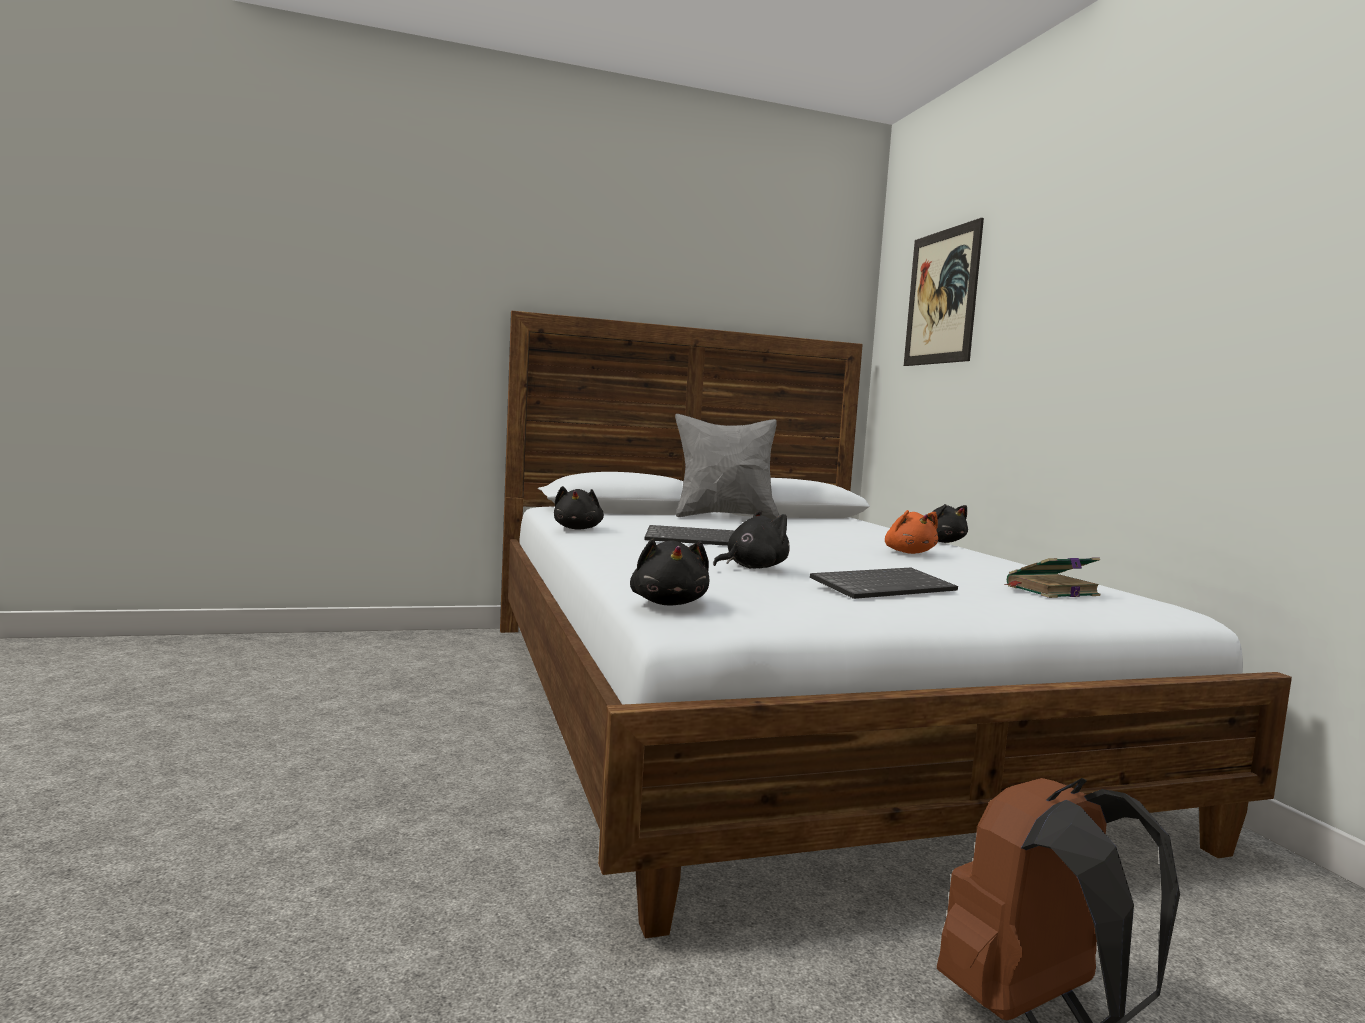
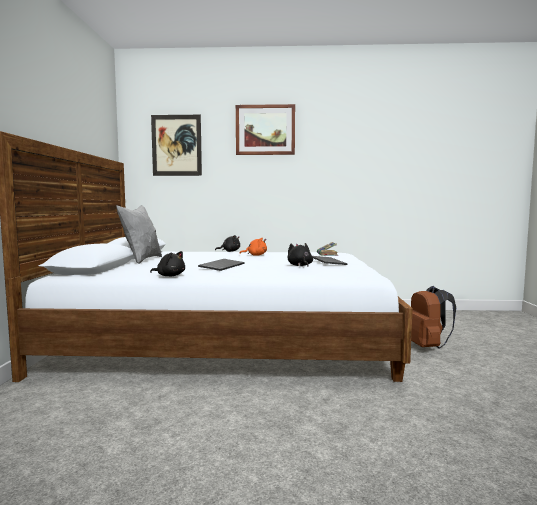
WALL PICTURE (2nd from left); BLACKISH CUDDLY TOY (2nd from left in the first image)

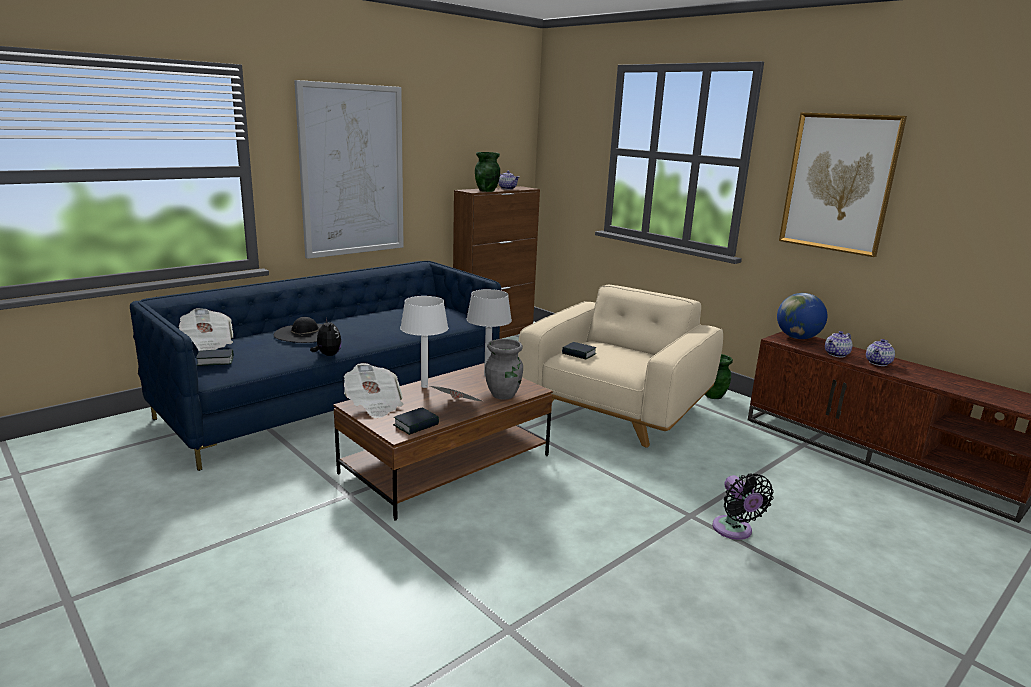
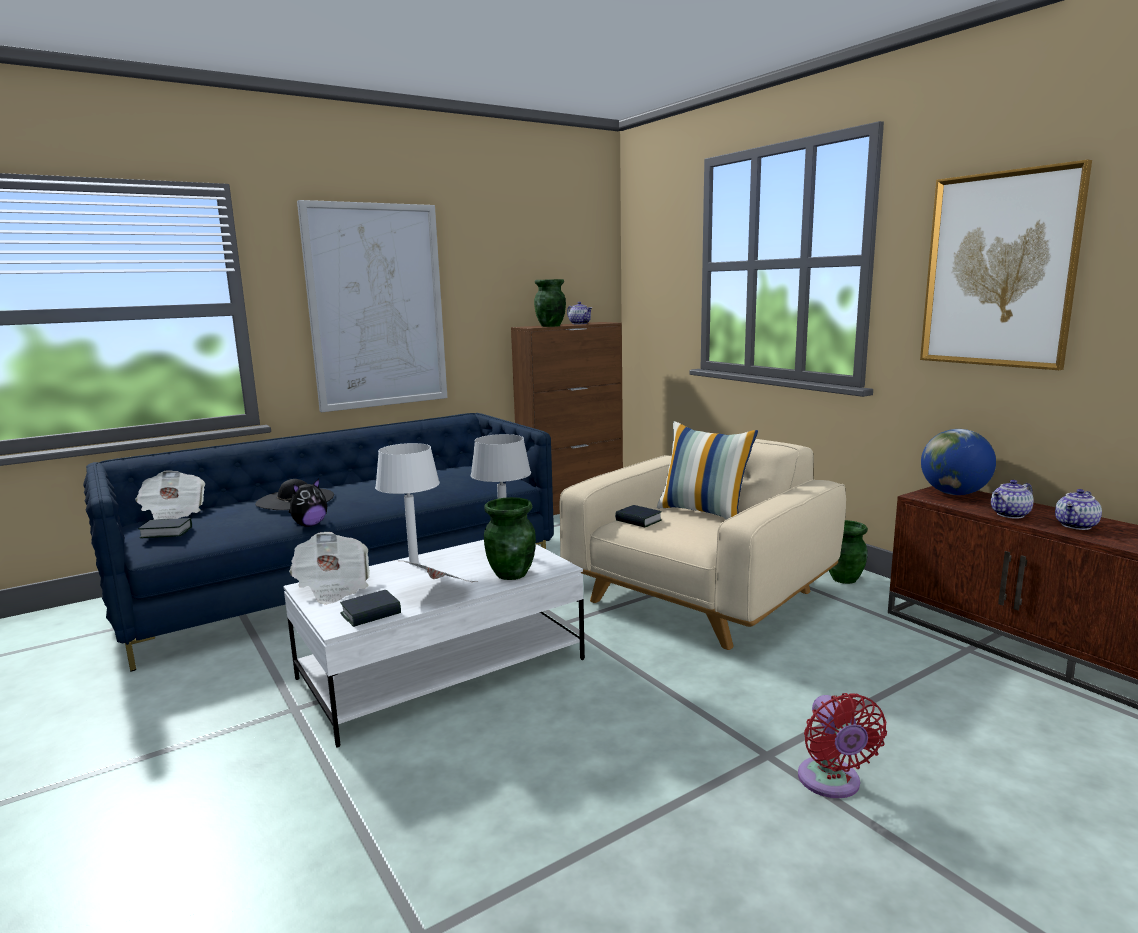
WHITE-COLOURED LOW TABLE; CUDDLY TOY; GREENISH VASE (1st from left); THROW PILLOW; REDDISH FAN

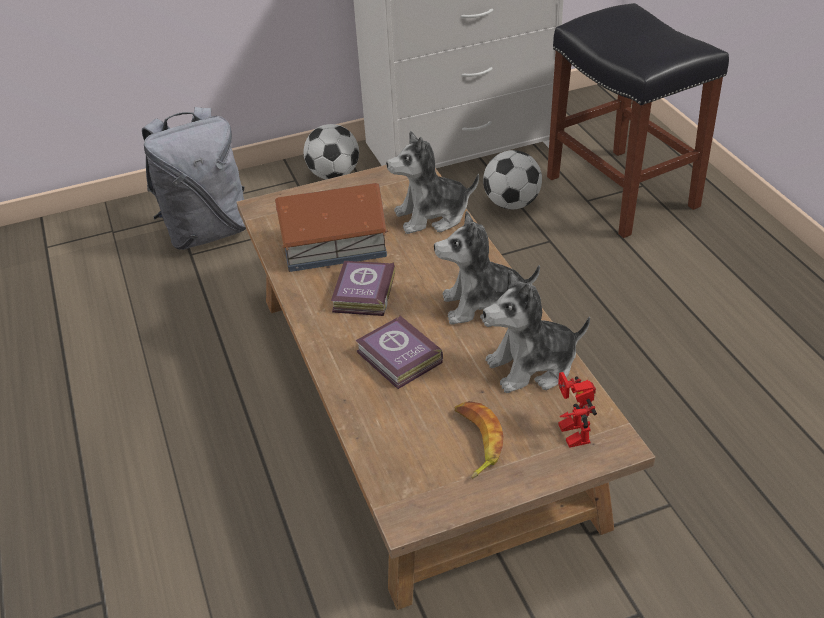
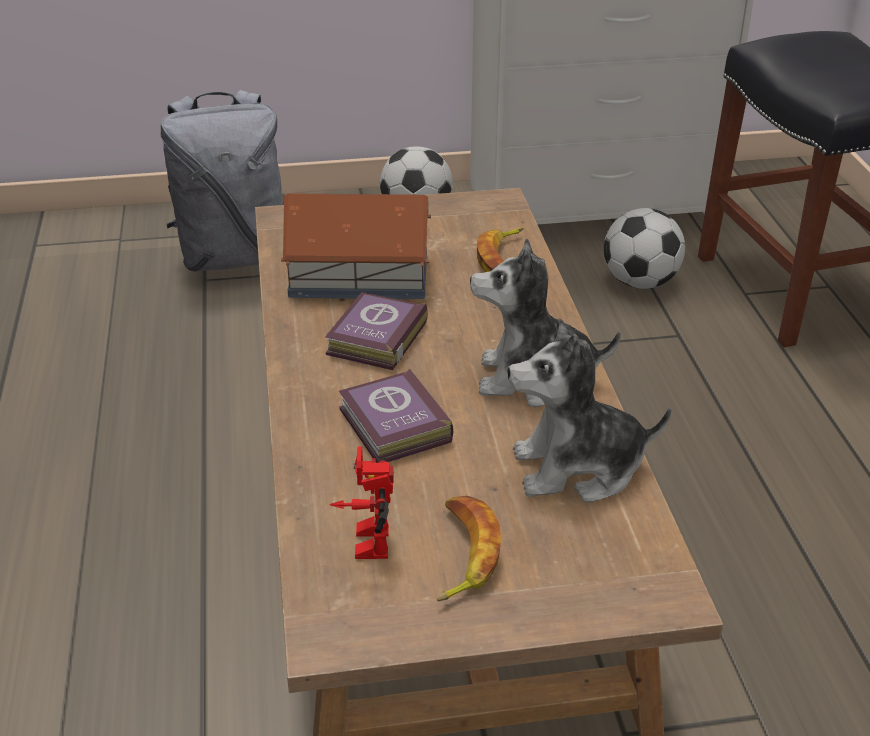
TOY ROBOT; BANANA FRUIT (2nd from left)

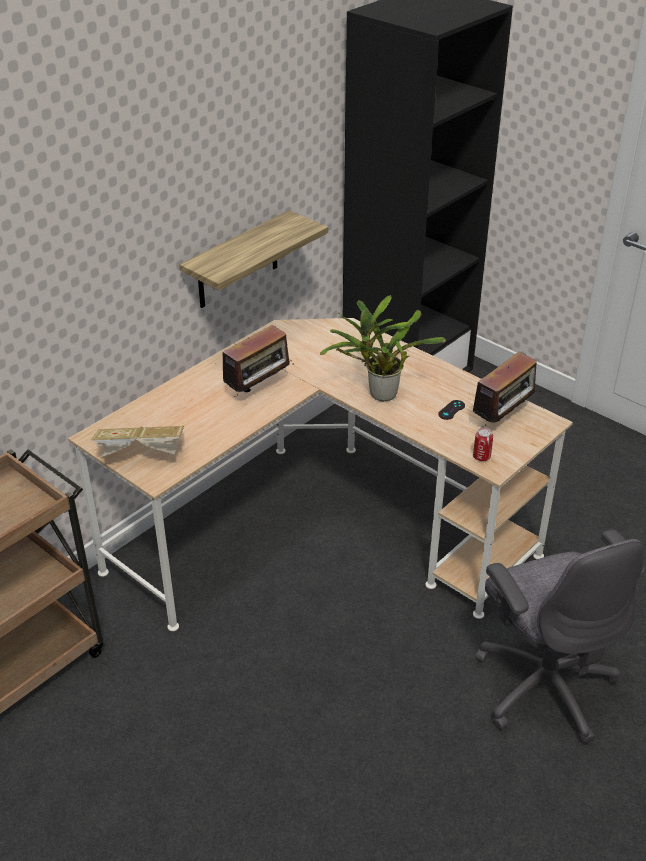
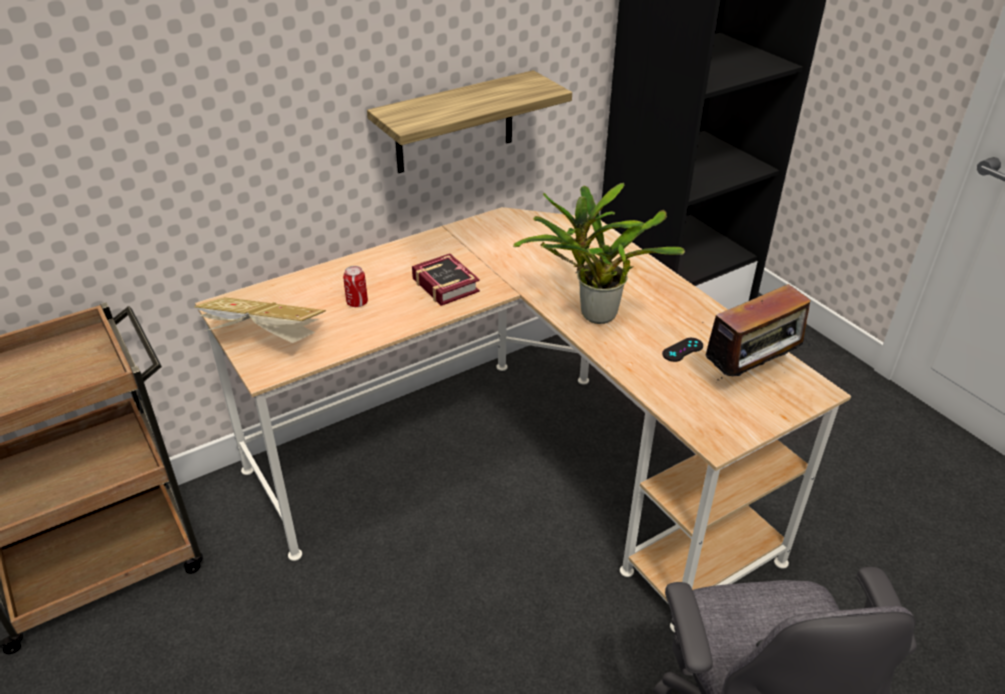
SEALED CAN; BOUND BOOK (2nd from left)

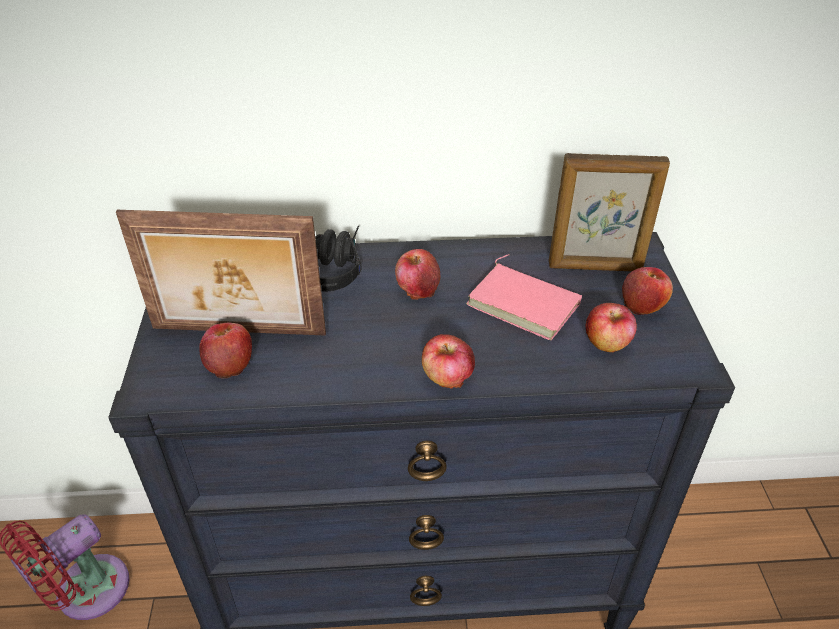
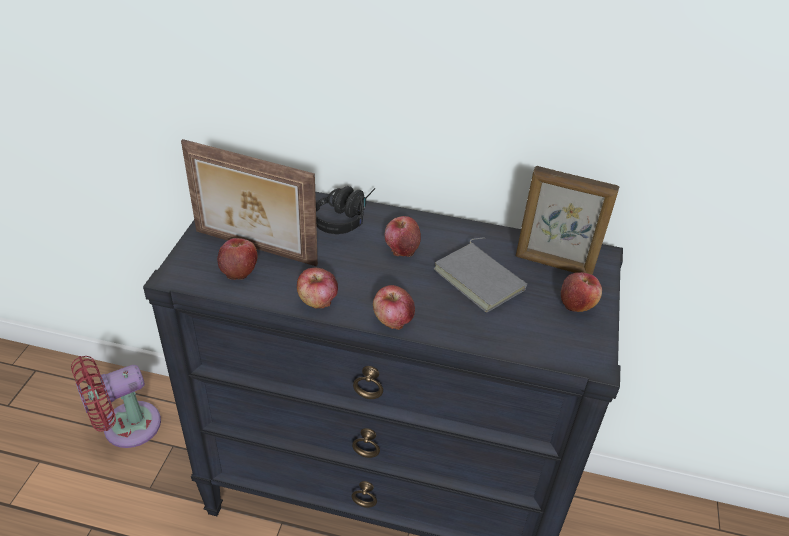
APPLE FRUIT (2nd from left); GRAY BOUND BOOK

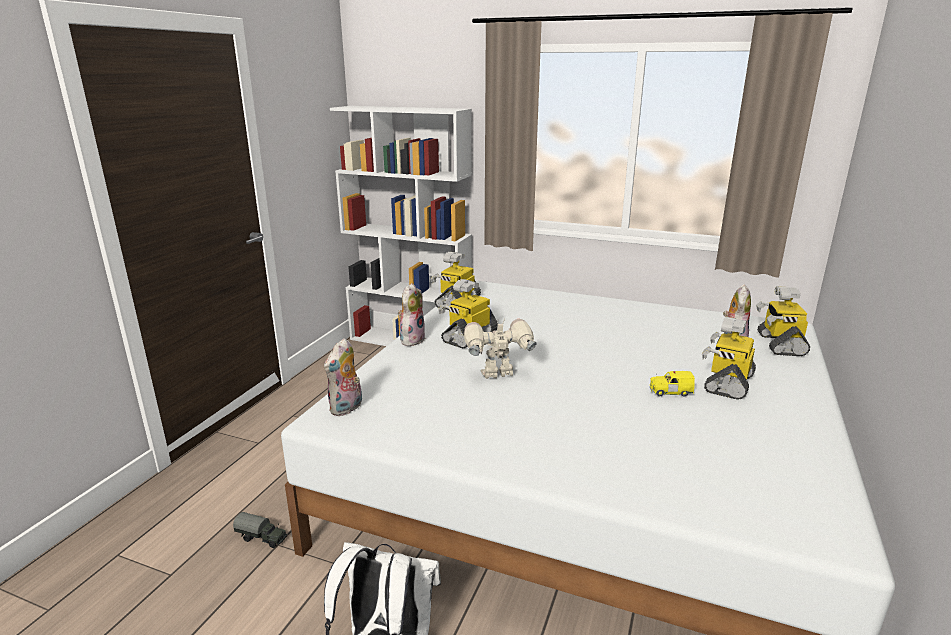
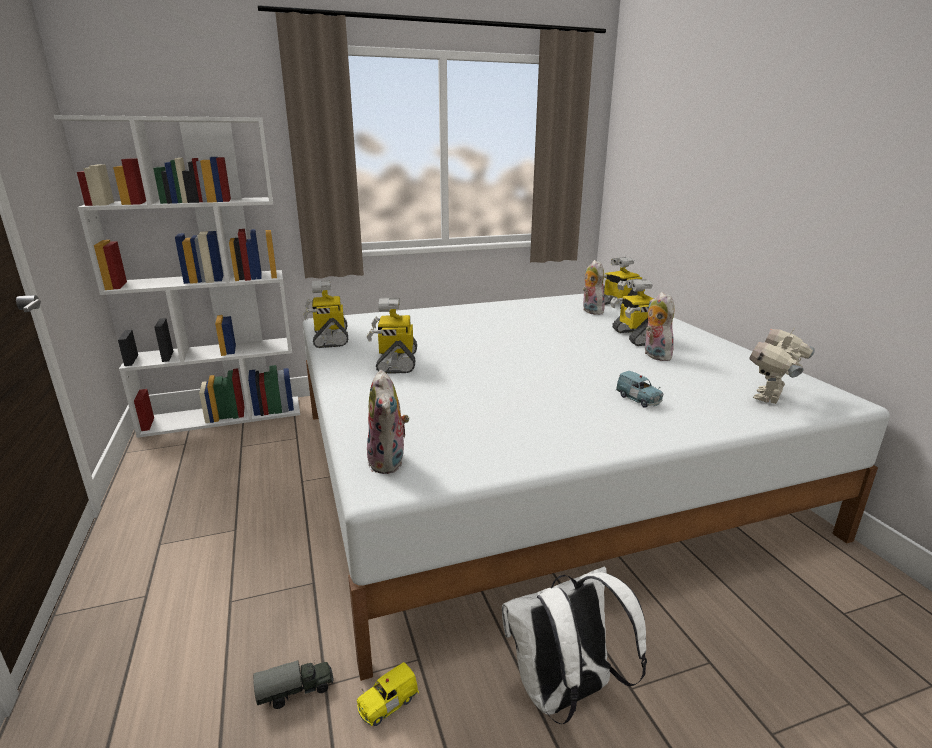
YELLOW-COLOURED MINIATURE CAR; BLUE-COLOURED MINIATURE CAR; CUDDLY TOY (3rd from left); TOY ROBOT (5th from left)

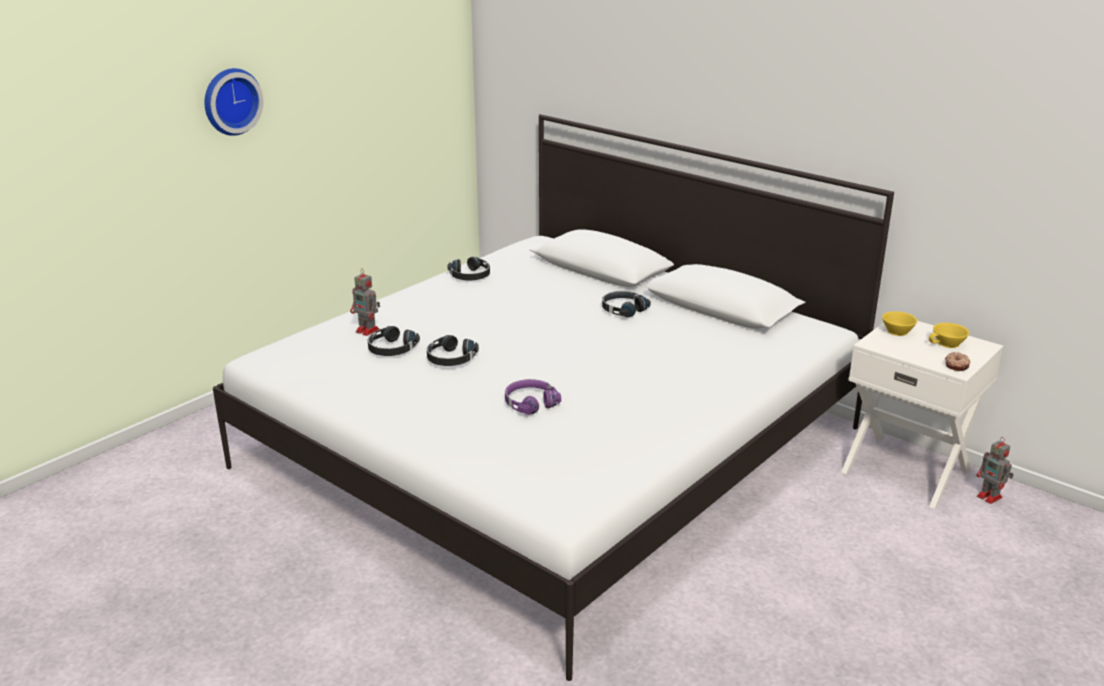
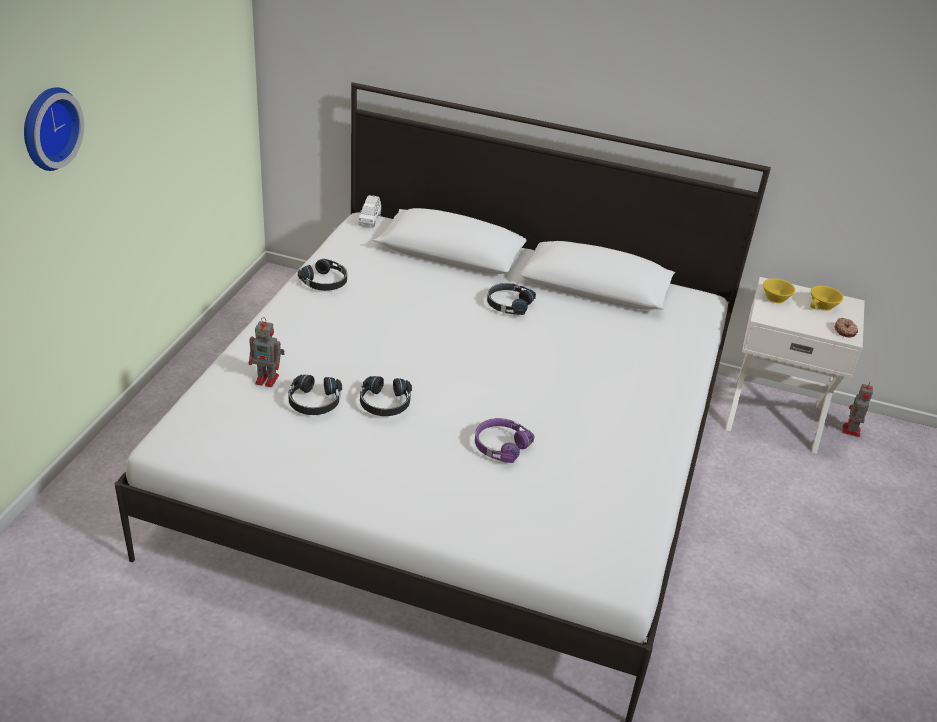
WHITE-COLOURED MINIATURE CAR; TOY ROBOT (2nd from left)

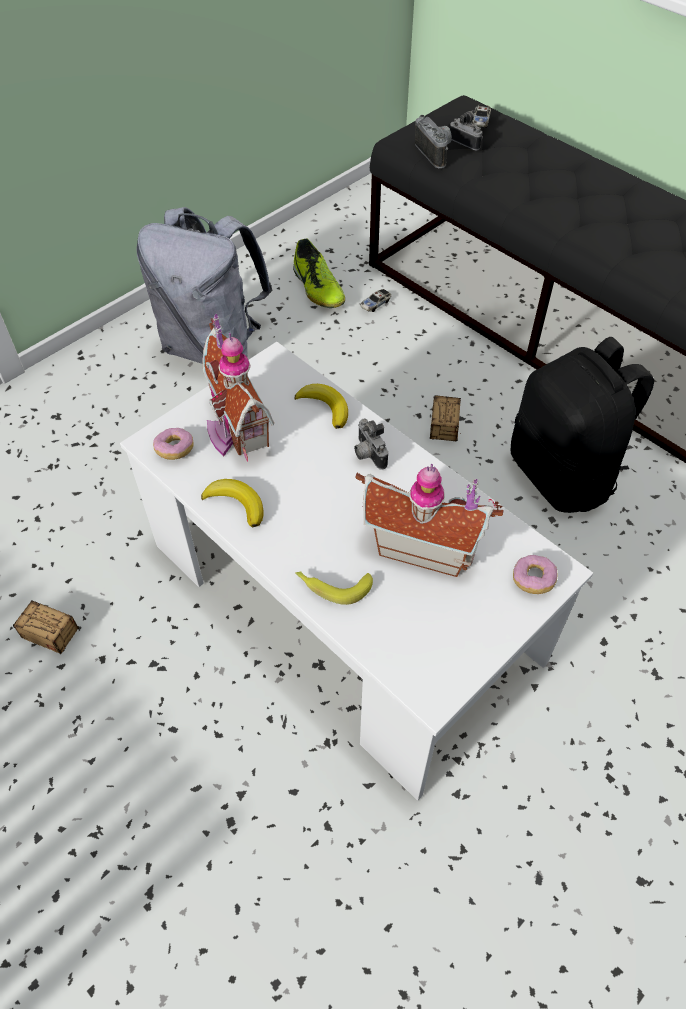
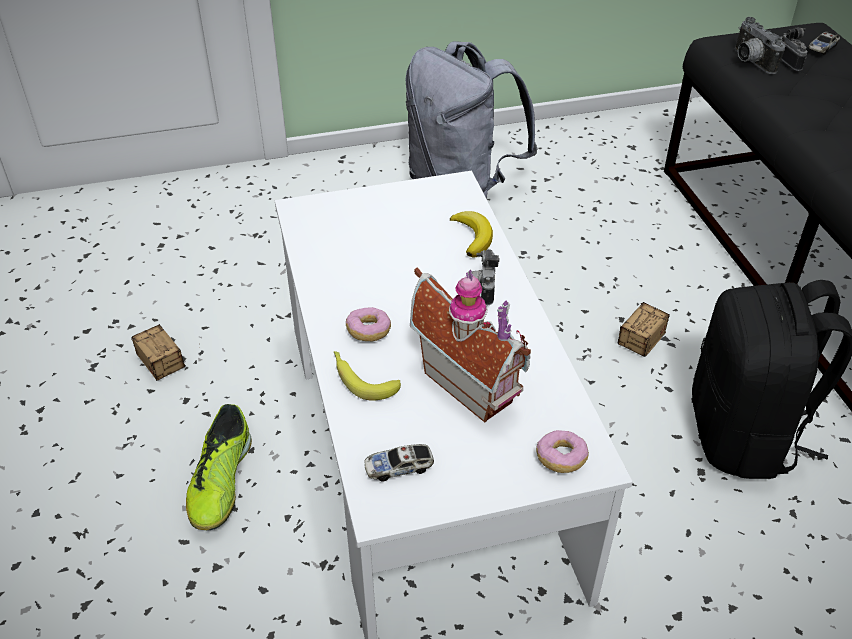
ITEM OF FOOTWEAR; DONUT (1st from left); MINIATURE CAR (1st from left); PHOTO CAMERA (2nd from left); BANANA FRUIT (1st from left in the first image); MINIATURE HOUSE (1st from left in the first image)

